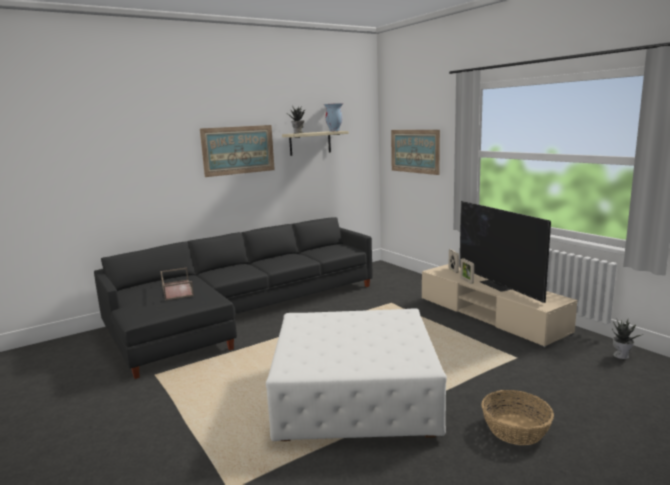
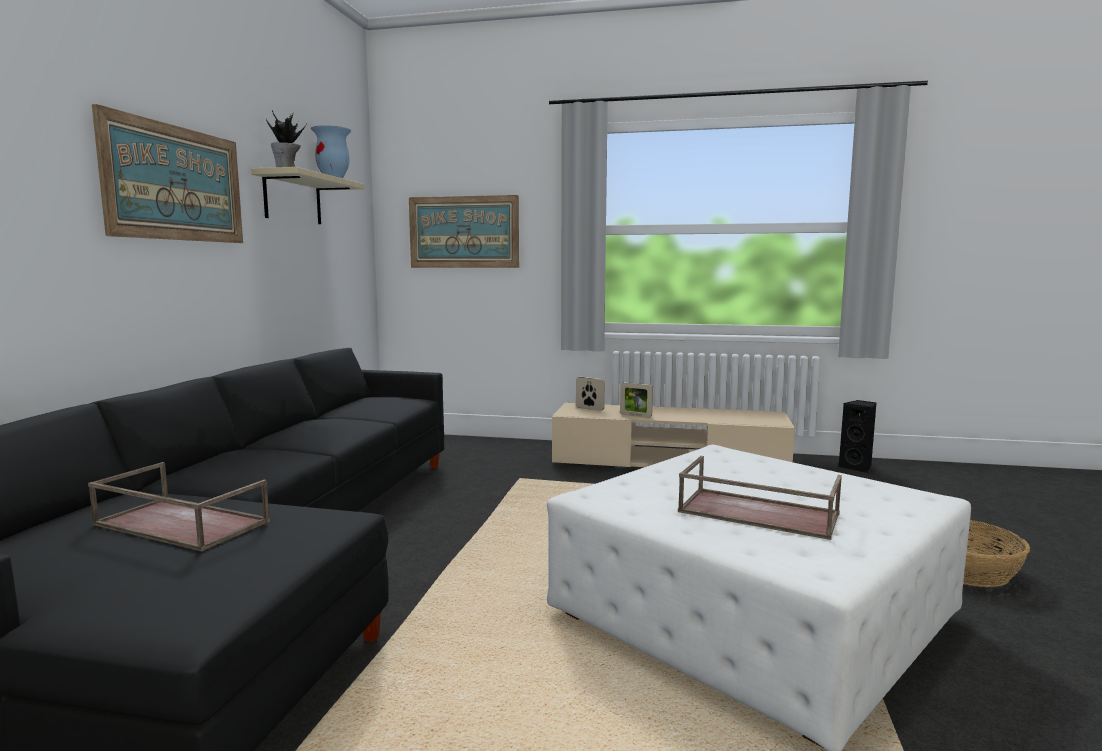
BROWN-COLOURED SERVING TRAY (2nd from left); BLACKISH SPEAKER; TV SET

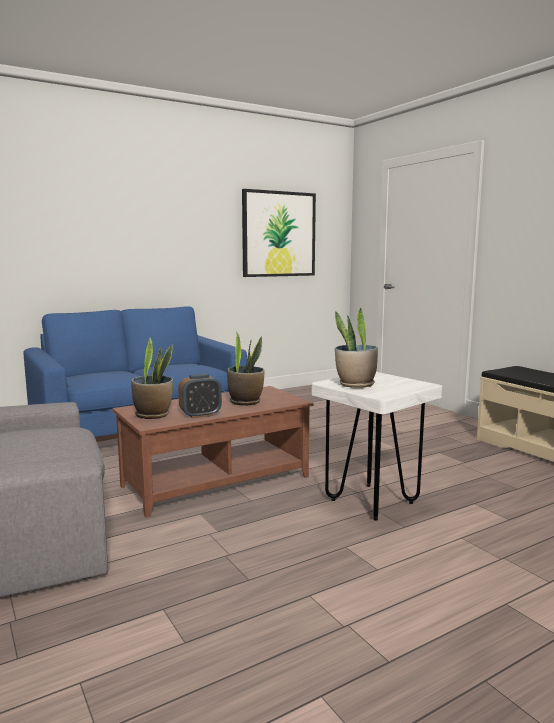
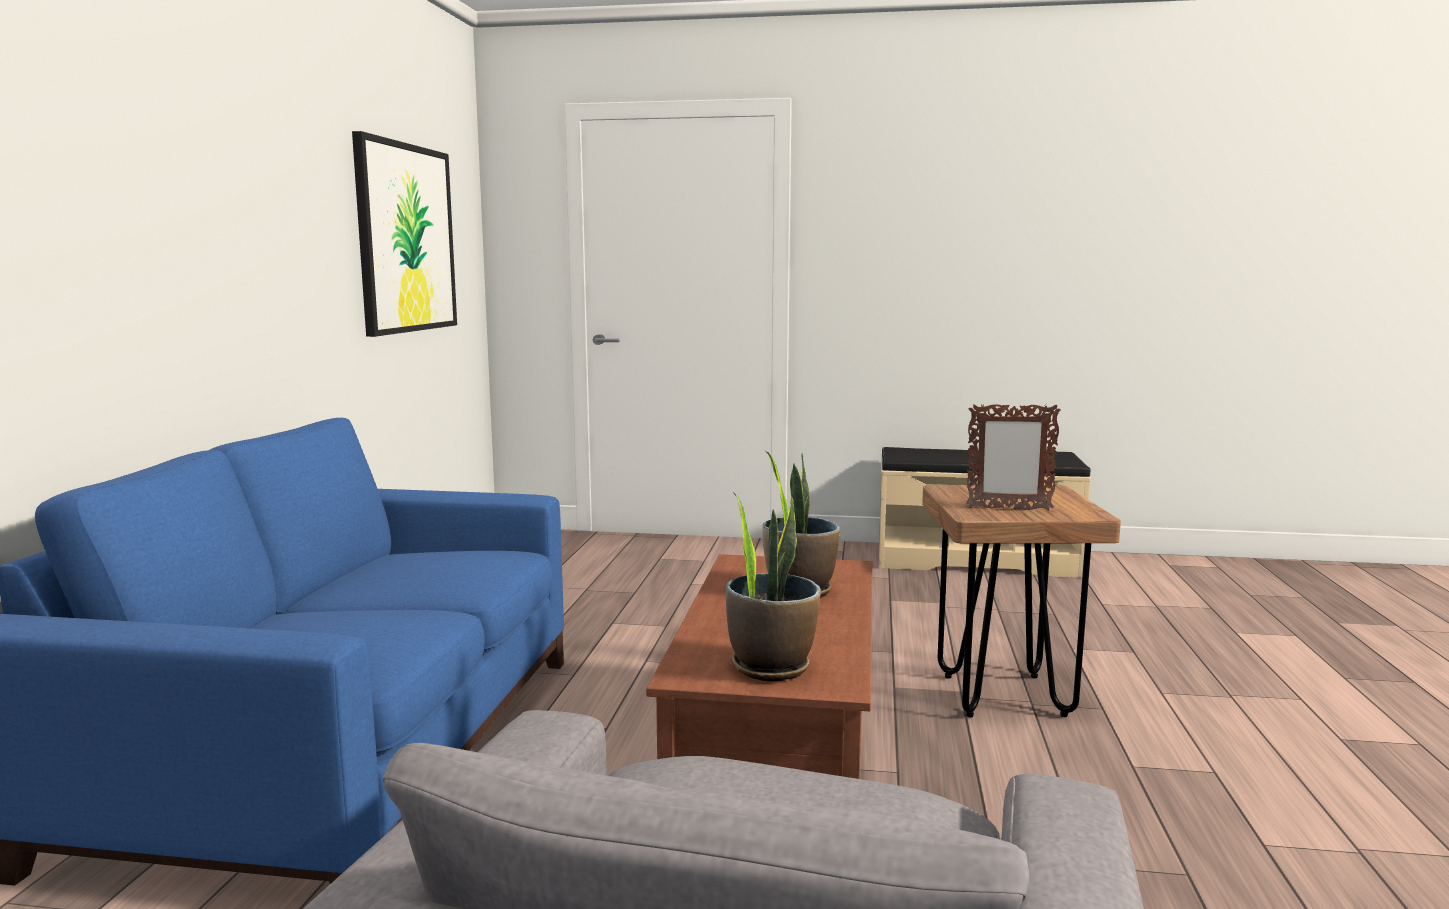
BROWN-COLOURED STOOL; PICTURE FRAME; TABLE CLOCK

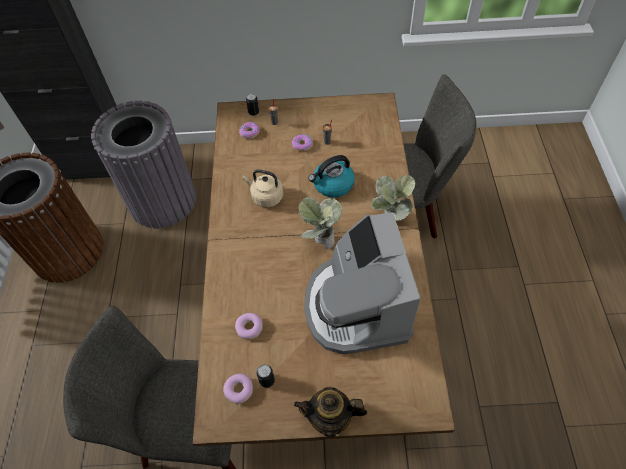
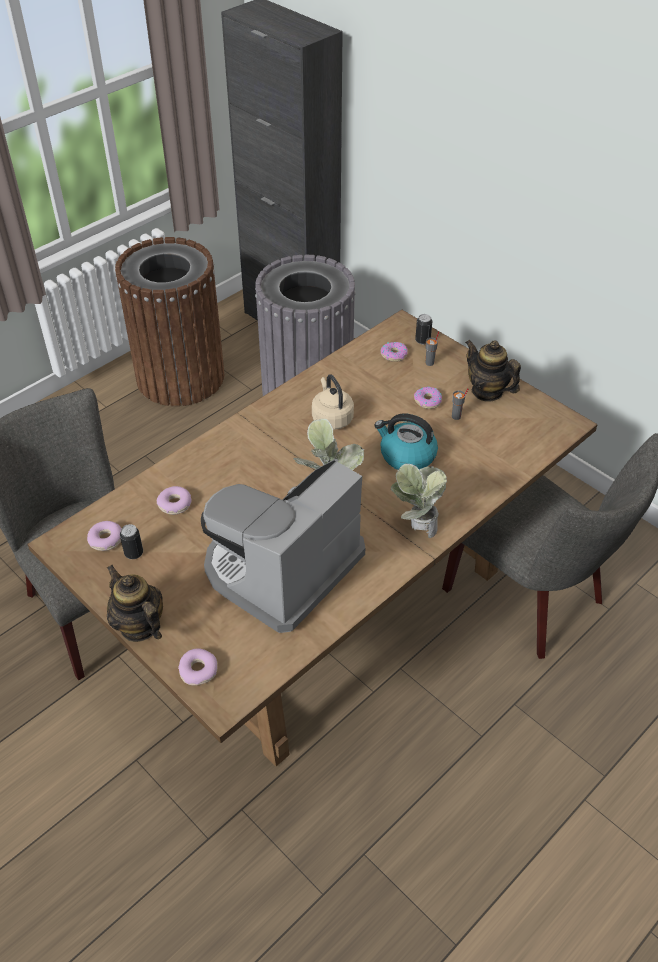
DONUT (3rd from left); POT FOR TEA (2nd from left)

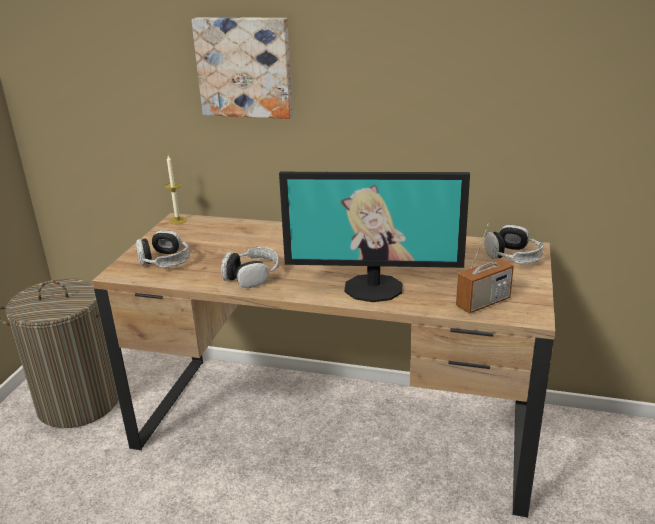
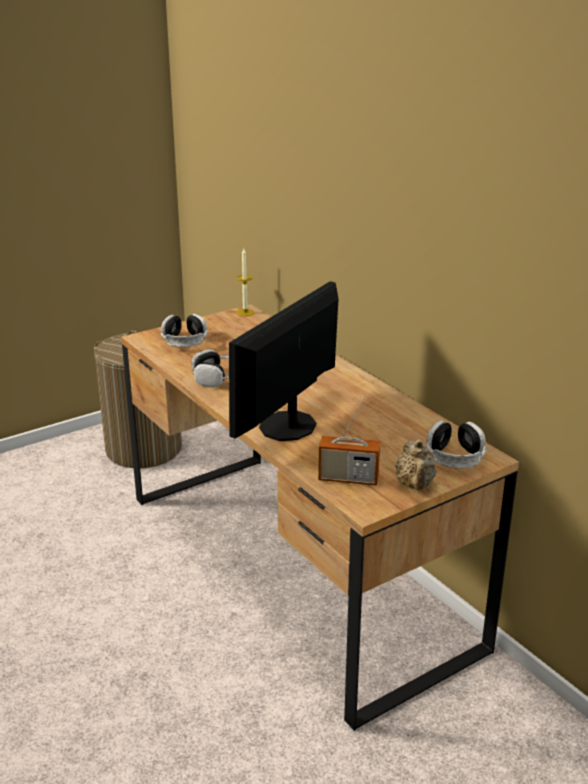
COMPUTER SCREEN; BEIGE POT FOR TEA; WALL PICTURE

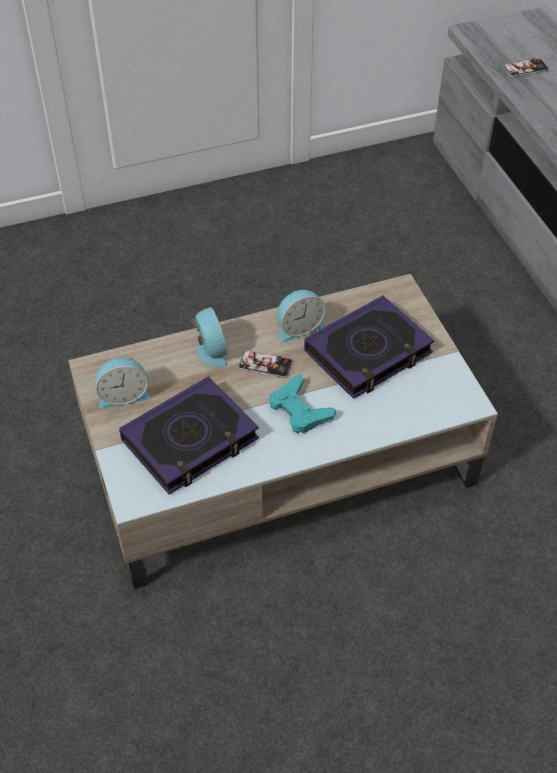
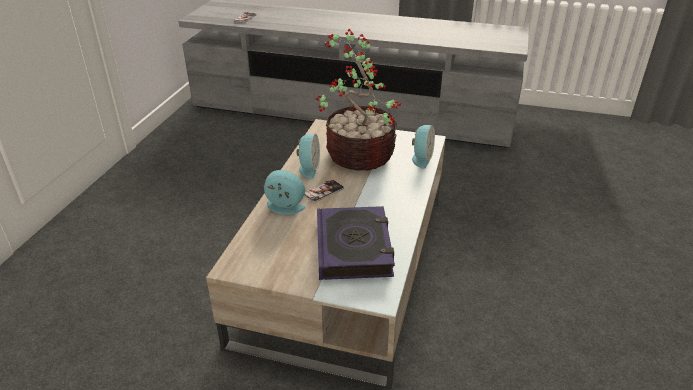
PLANT IN A POT; TABLE CLOCK (3rd from left); TURQUOISE GAME CONTROLLER

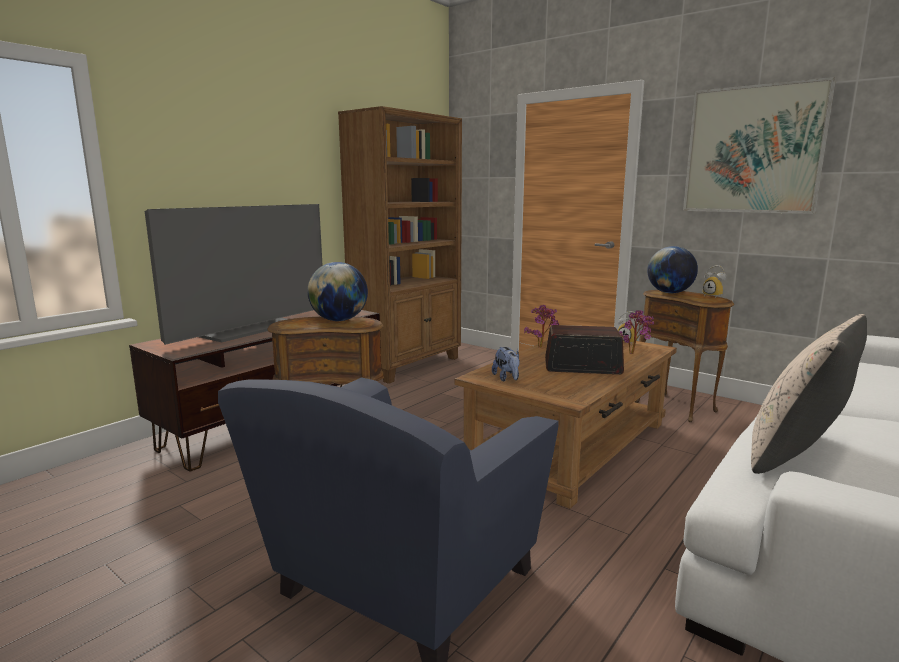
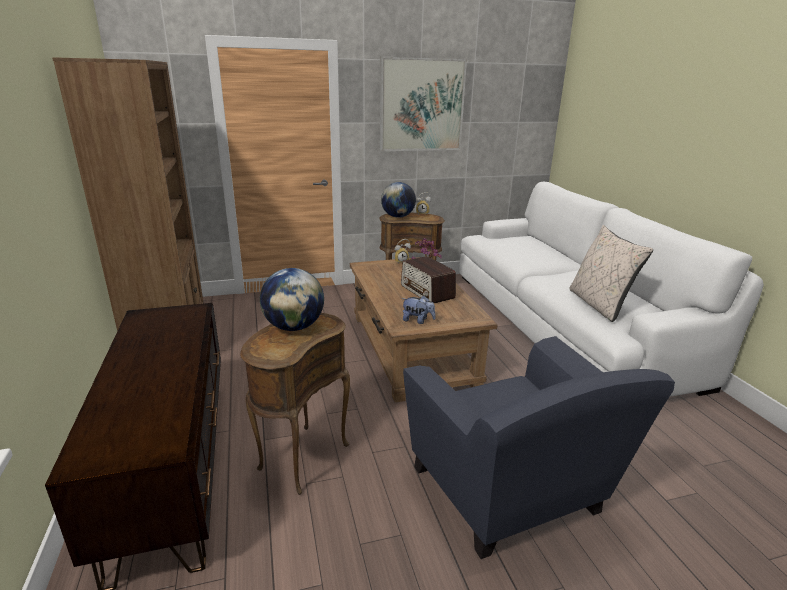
RADIO SET; TV SET; PLANT IN A POT (1st from left in the first image)

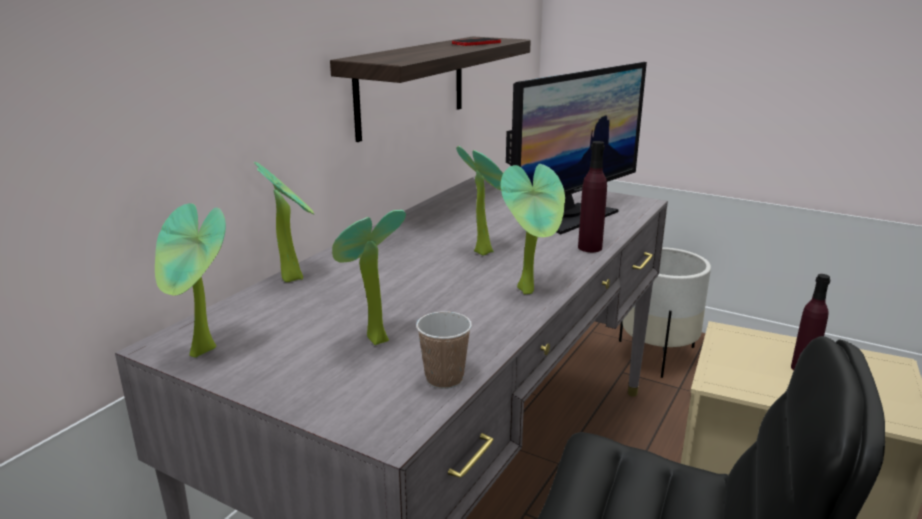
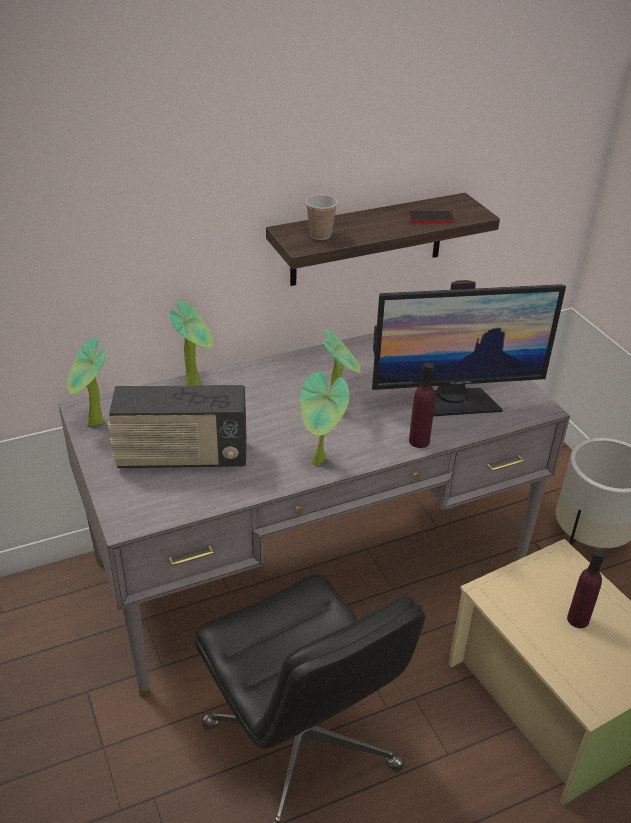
RADIO SET; DRINKING CUP

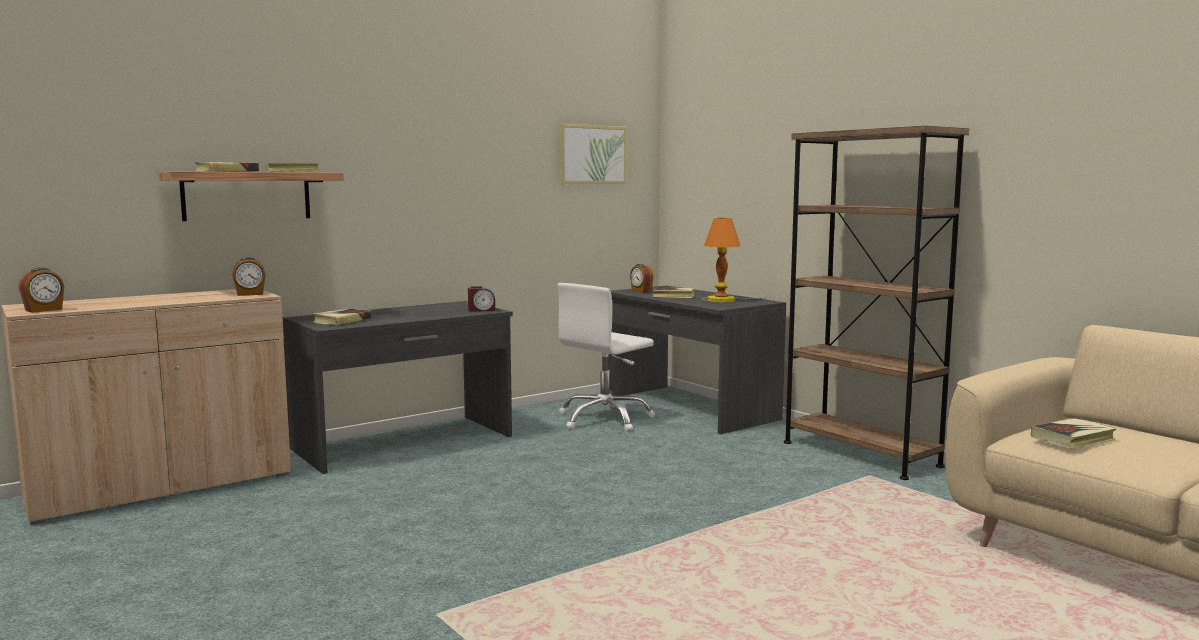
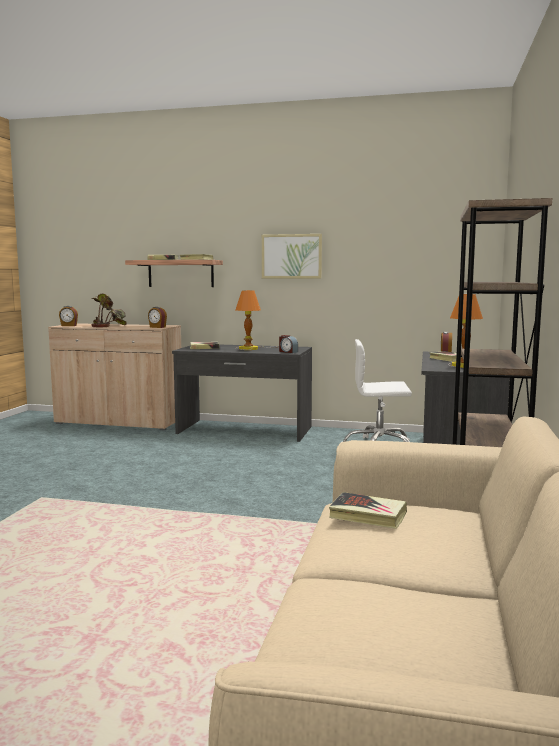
PLANT IN A POT; TABLE LAMP (1st from left); WALL PICTURE

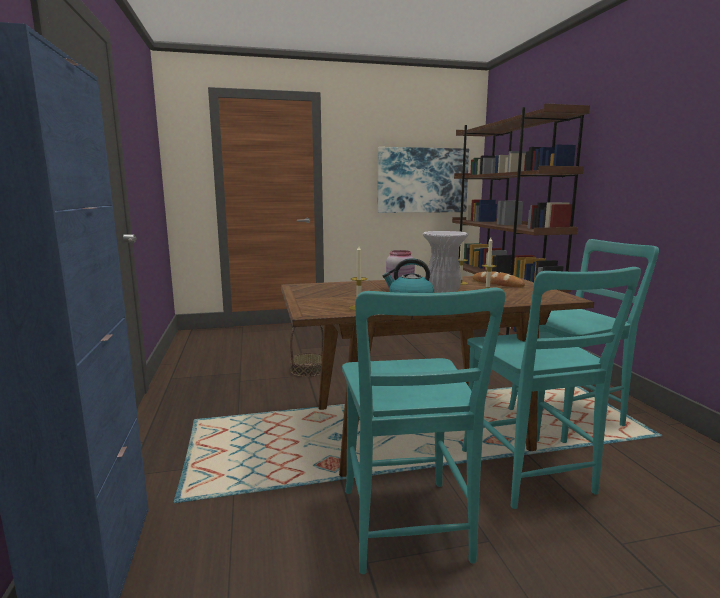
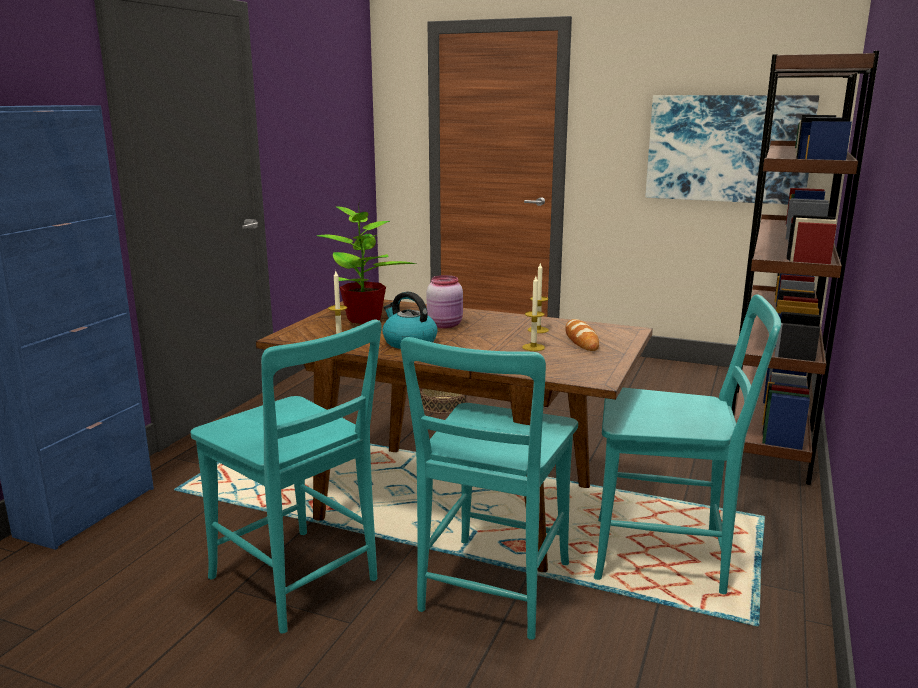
TURQUOISE CHAIR (1st from left); PLANT IN A POT; WHITE-COLOURED VASE

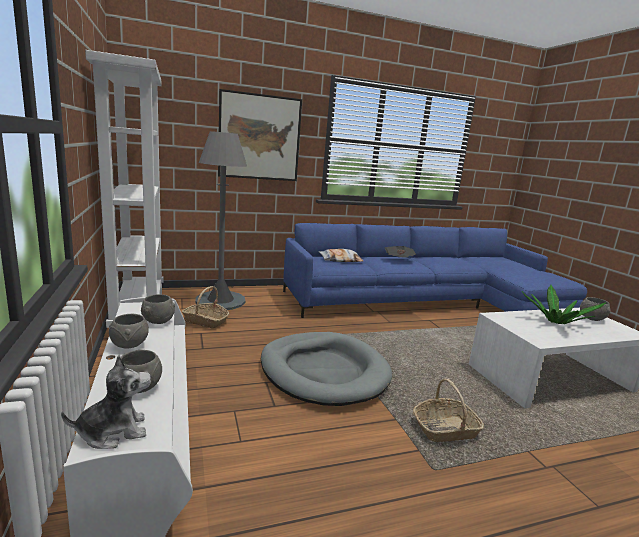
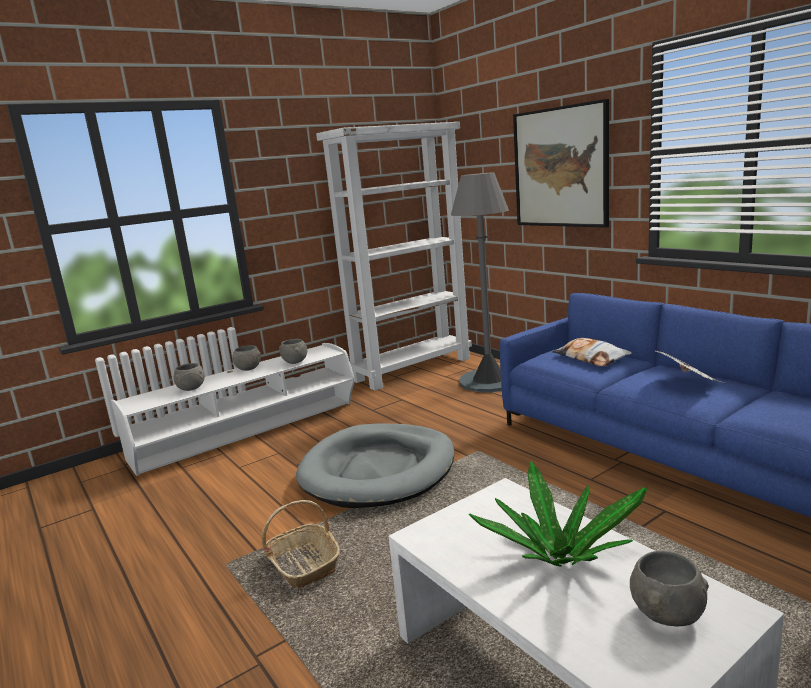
CUDDLY TOY; BASKET (1st from left in the first image)

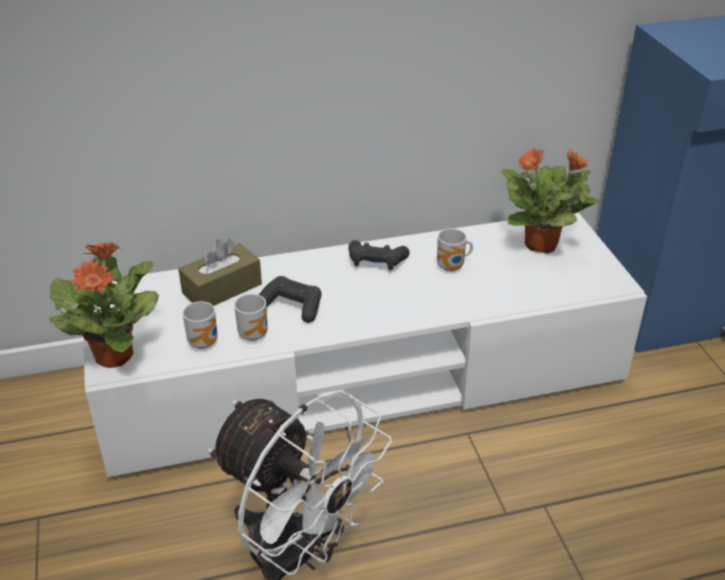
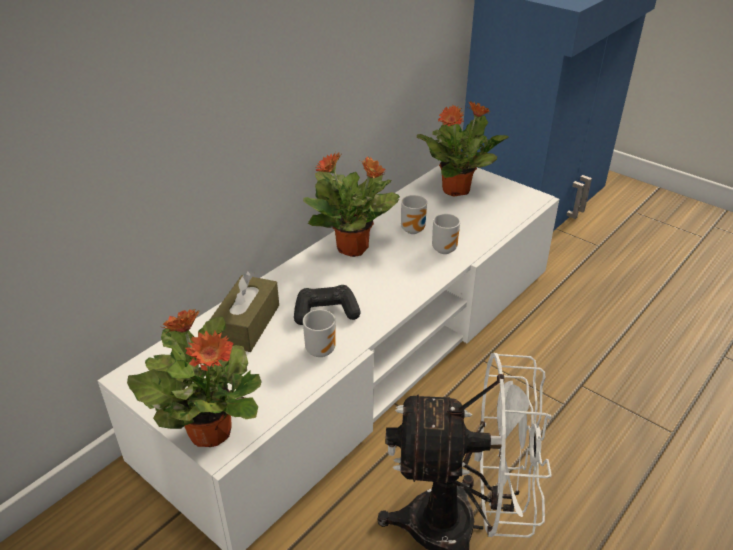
PLANT IN A POT (2nd from left); COFFEE MUG (3rd from left)

